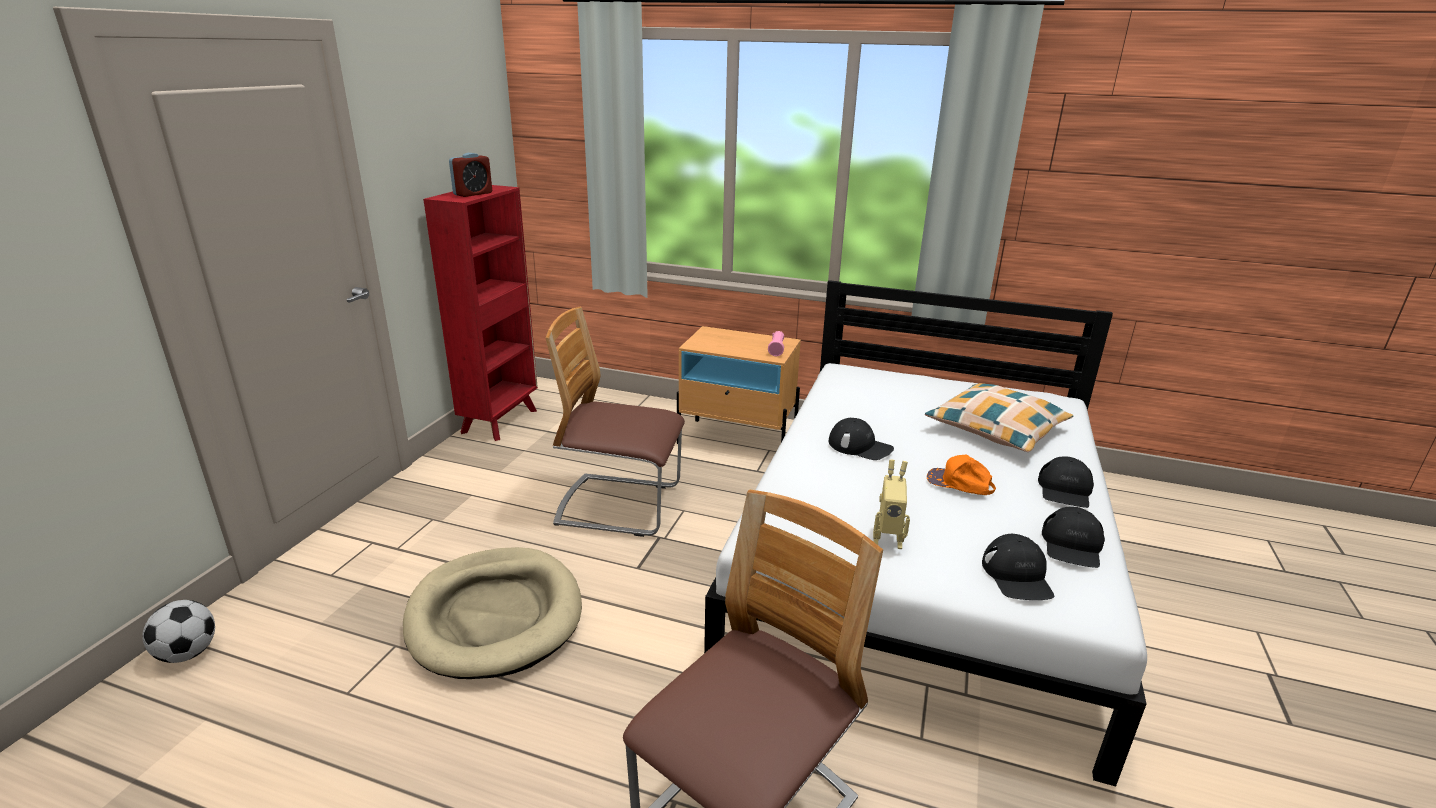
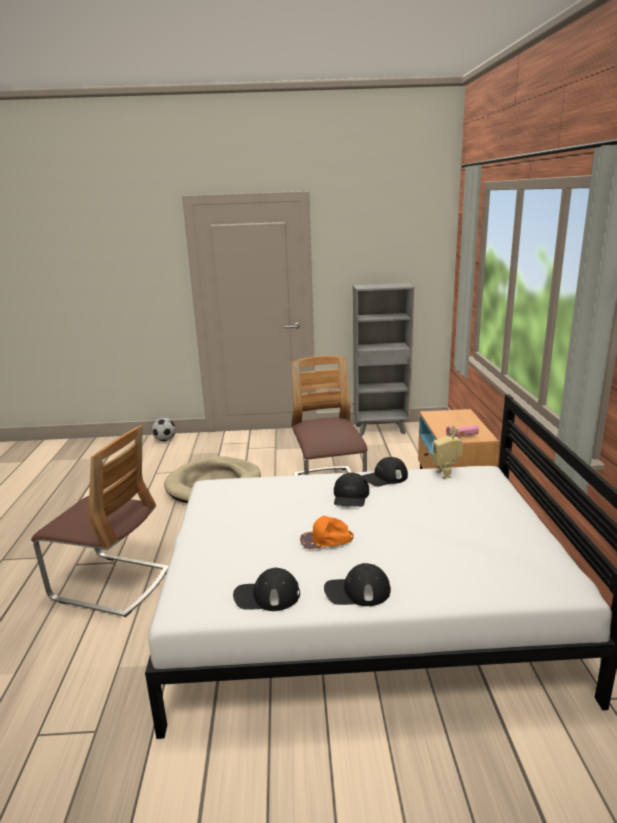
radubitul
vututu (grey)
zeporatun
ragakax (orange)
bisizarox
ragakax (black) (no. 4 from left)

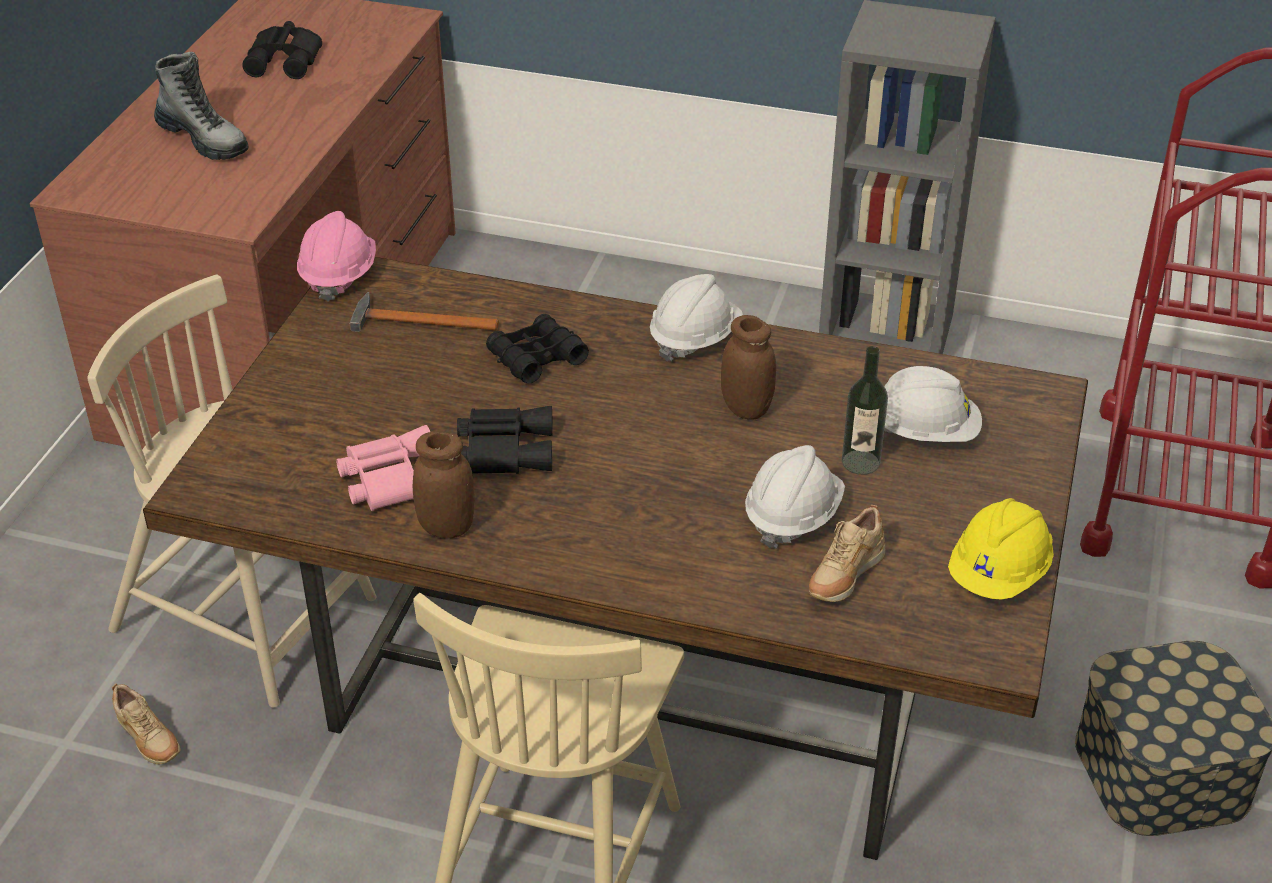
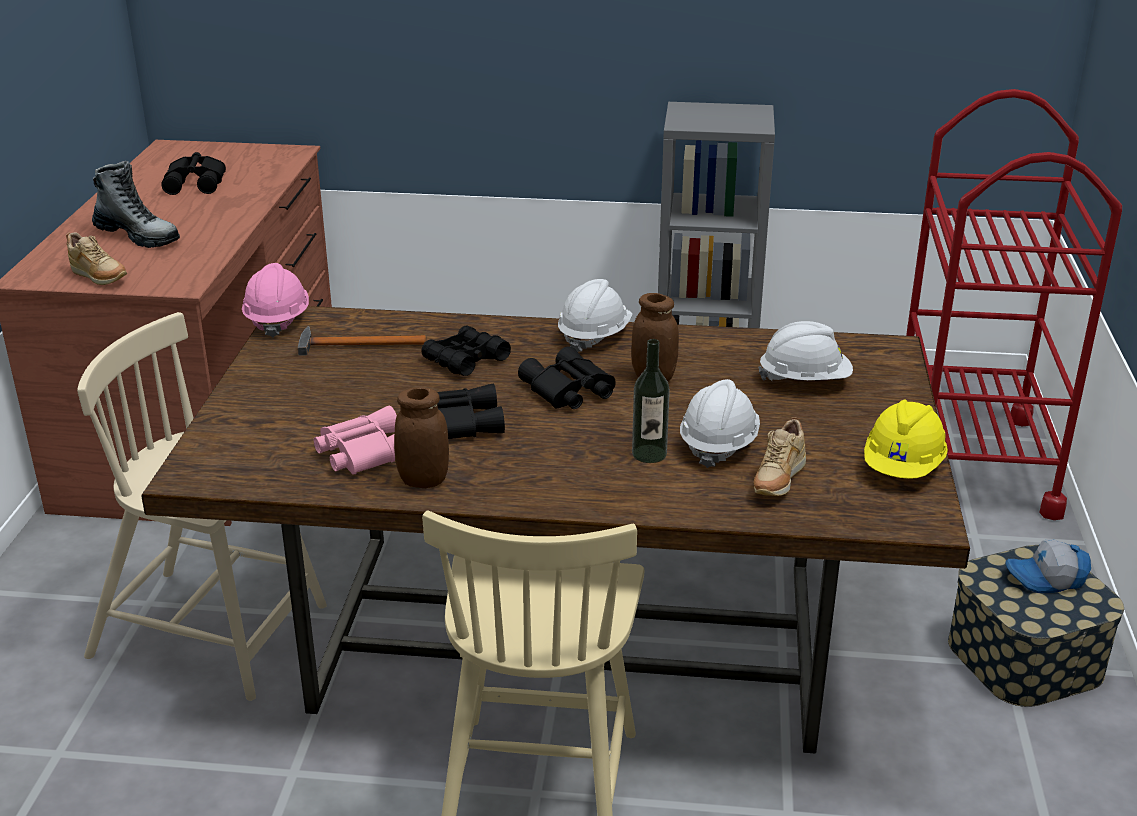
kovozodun
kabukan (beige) (no. 1 from left)
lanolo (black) (no. 4 from left)
ragakax

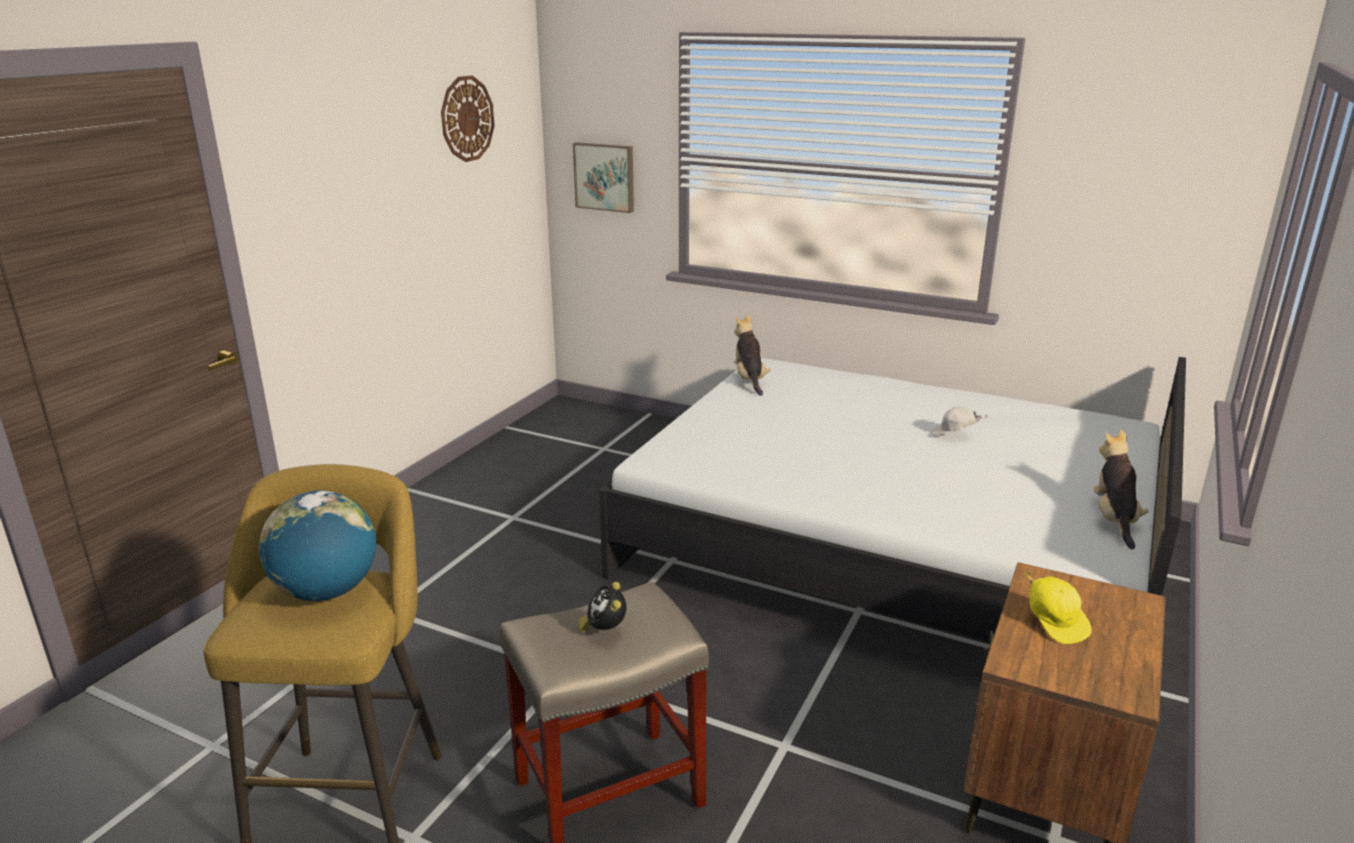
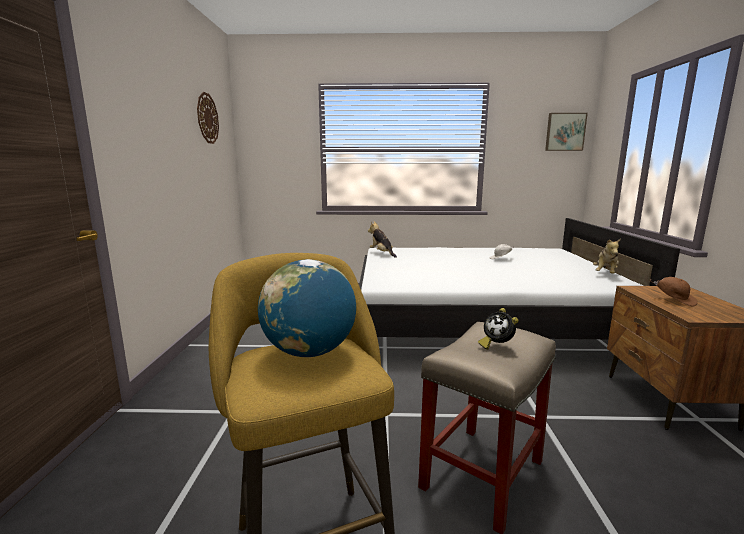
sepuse
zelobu (no. 2 from left)
ragakax (brown)

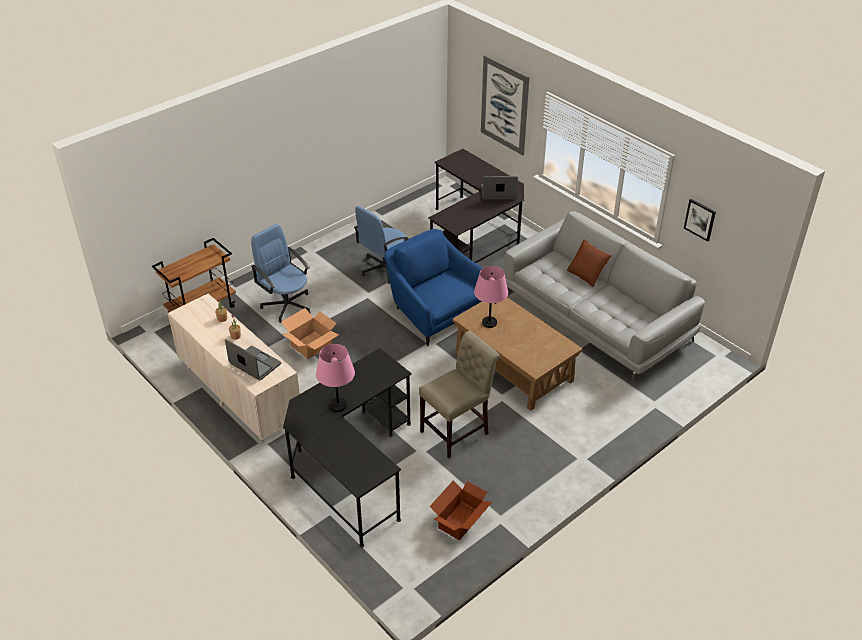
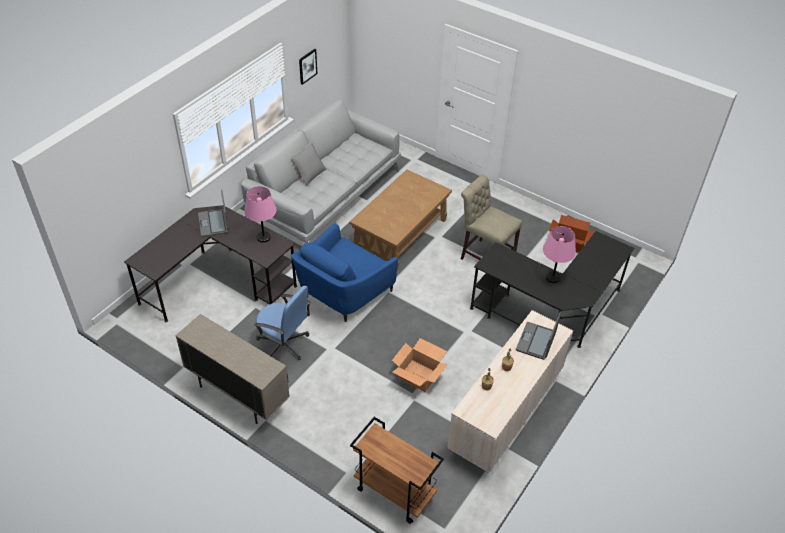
sepuse (no. 1 from left in the first image)
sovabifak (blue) (no. 1 from left in the first image)
zeporatun (grey)
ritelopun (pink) (no. 1 from left)
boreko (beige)

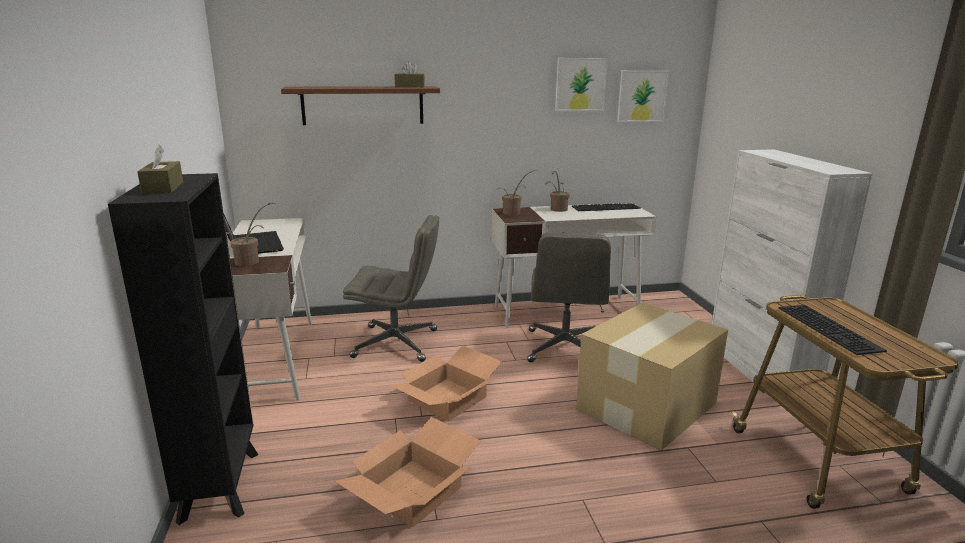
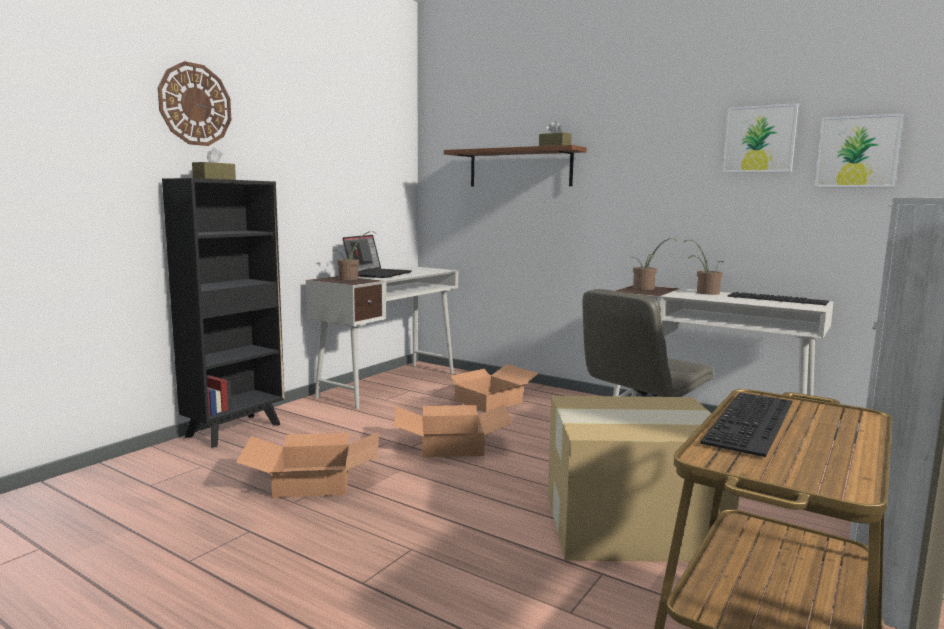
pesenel (no. 3 from left)
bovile

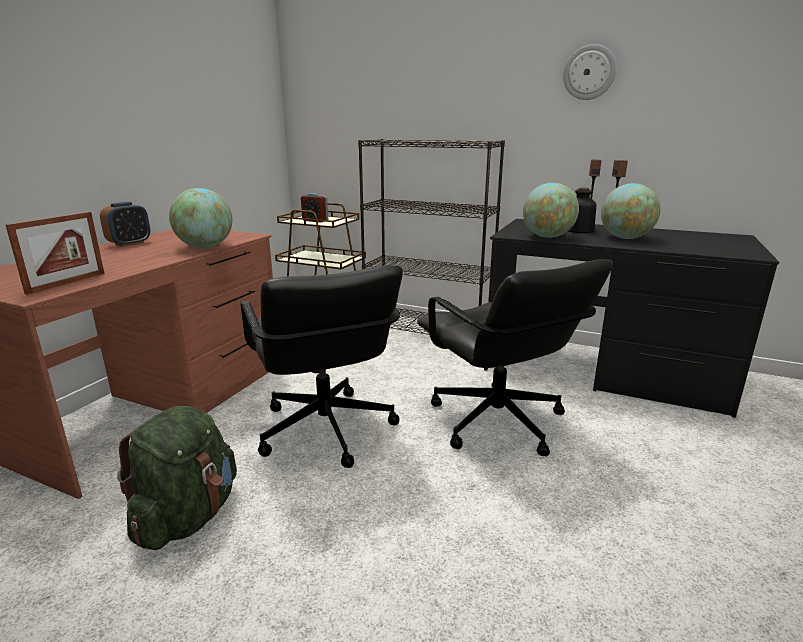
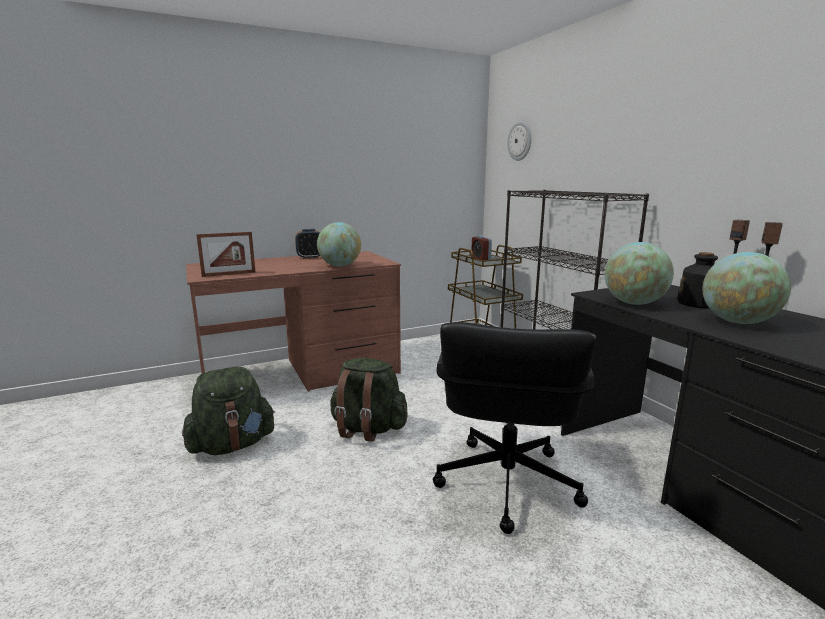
bovile
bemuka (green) (no. 2 from left)

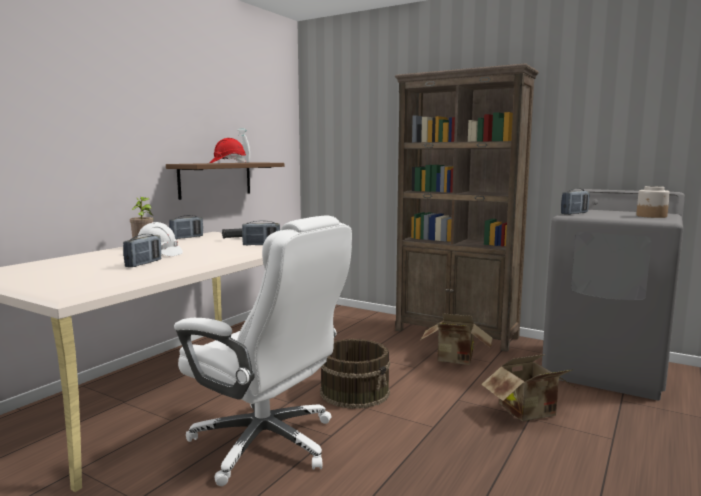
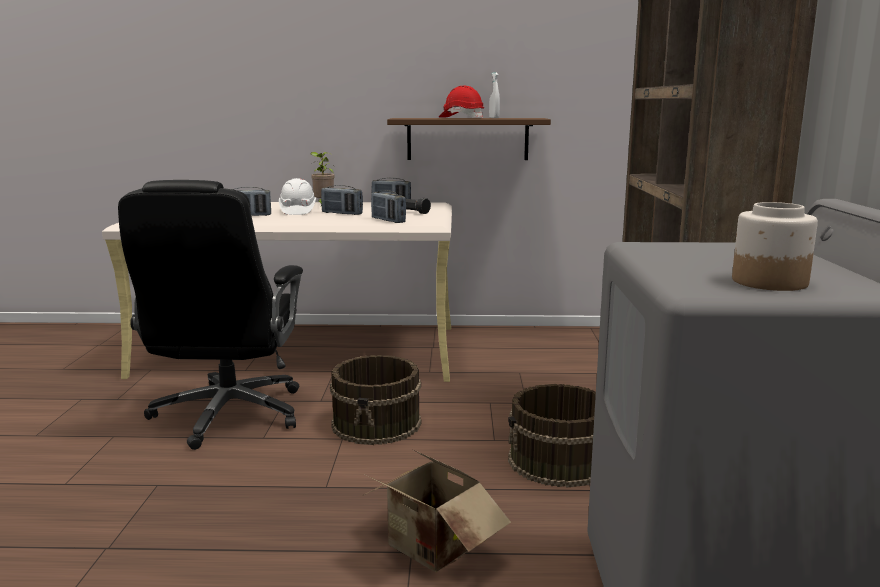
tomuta (no. 2 from left)
sovabifak (black)
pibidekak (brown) (no. 2 from left)

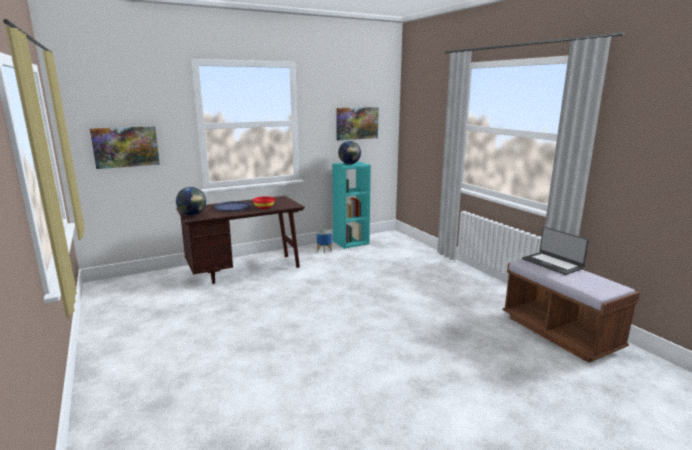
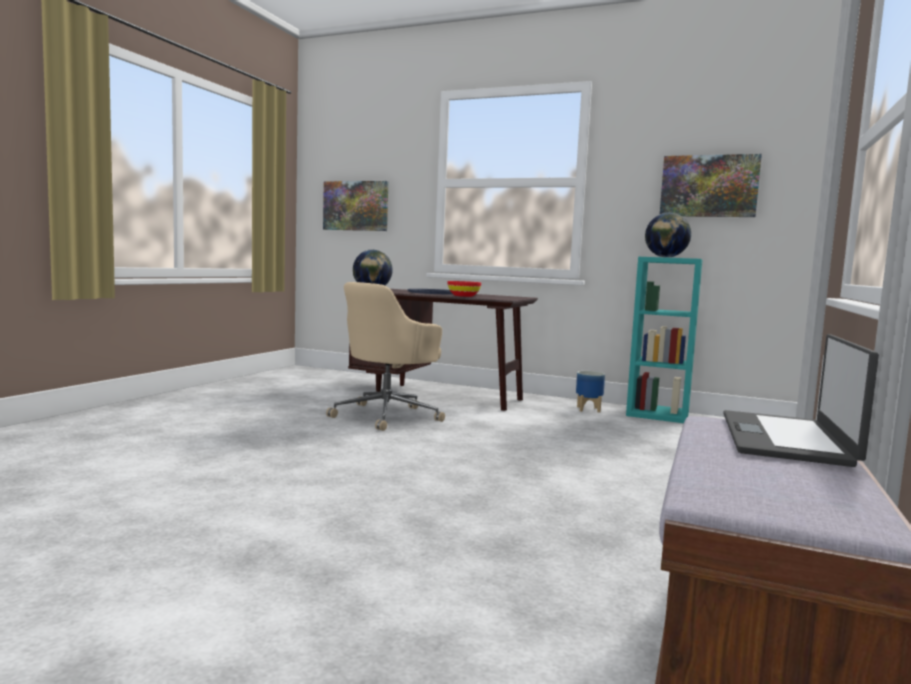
sovabifak (beige)

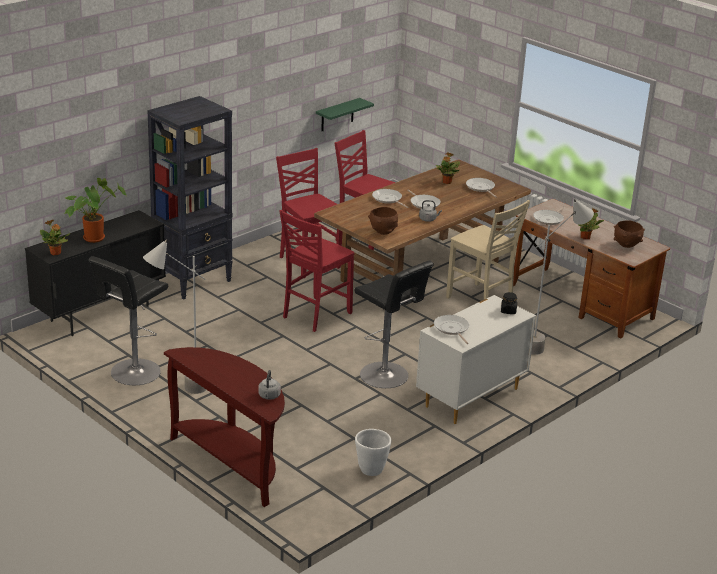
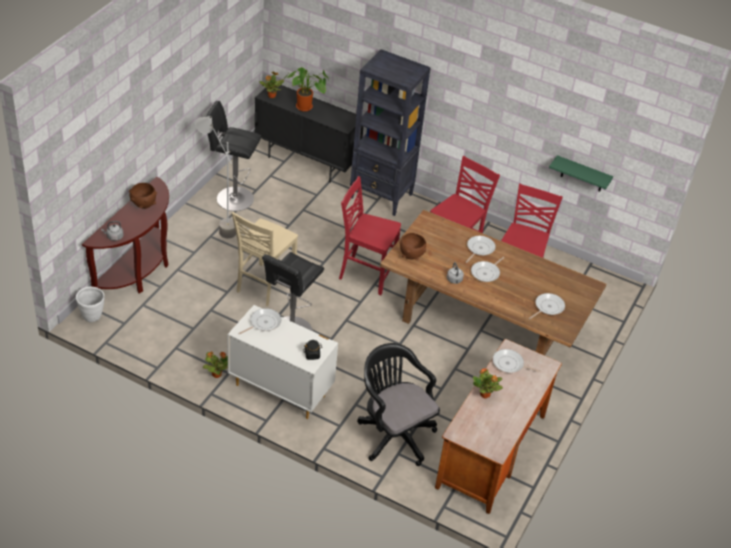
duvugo (no. 1 from left)
sovabifak (black)
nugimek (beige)
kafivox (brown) (no. 1 from left)
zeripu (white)

